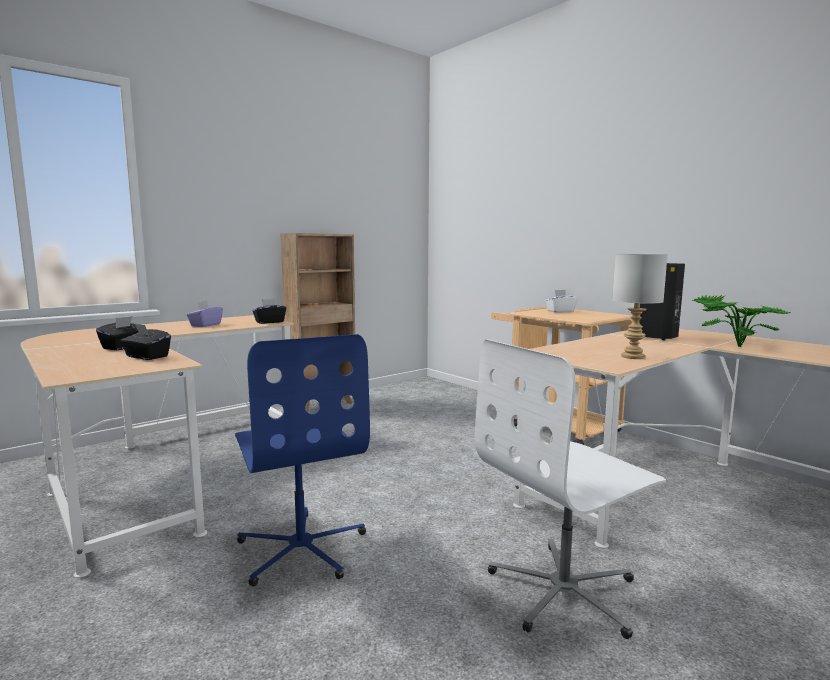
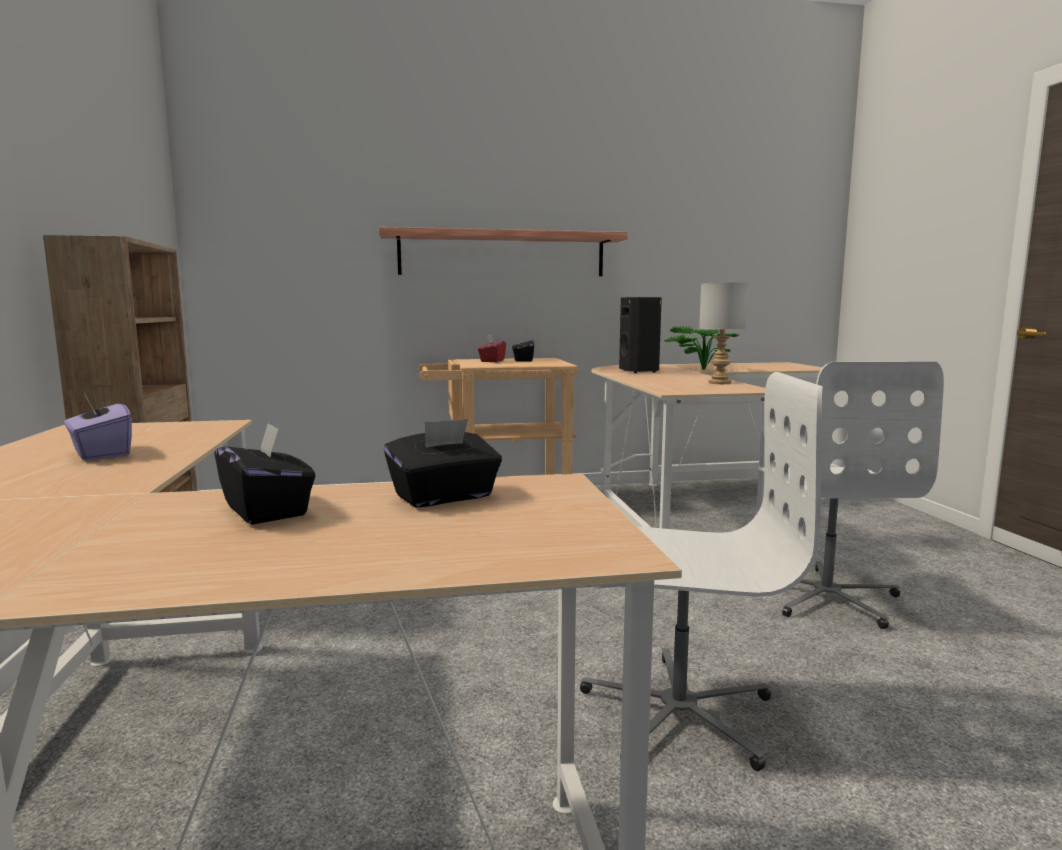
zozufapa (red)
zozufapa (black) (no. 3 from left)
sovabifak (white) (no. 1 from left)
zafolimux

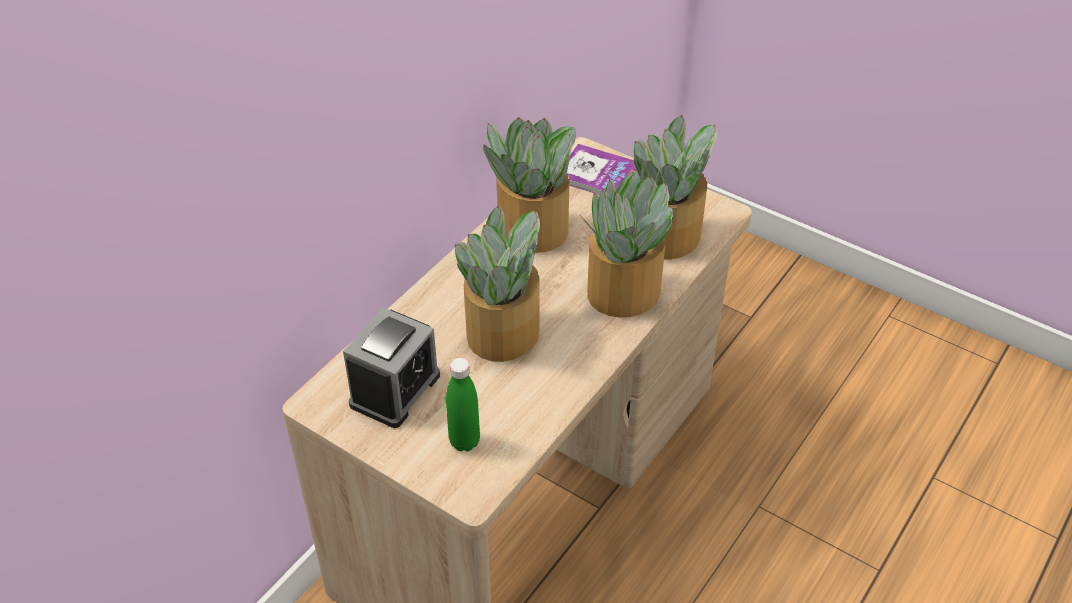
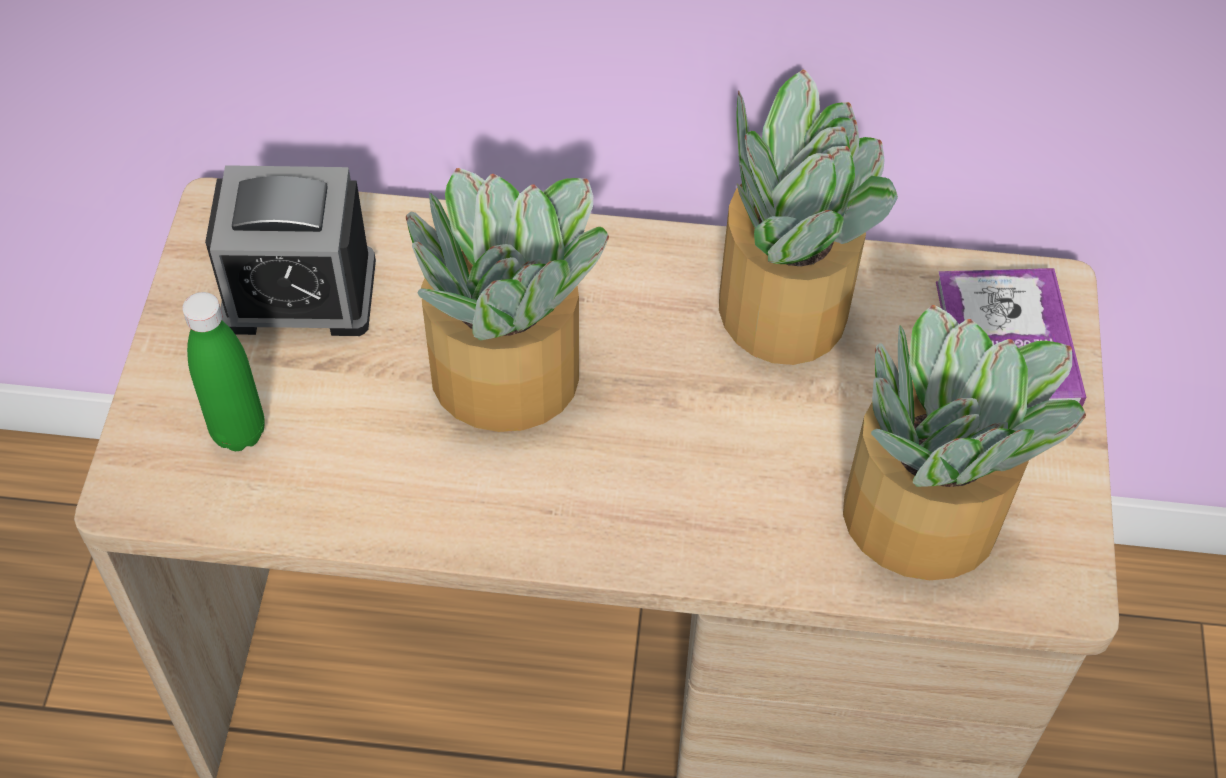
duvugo (no. 3 from left in the first image)

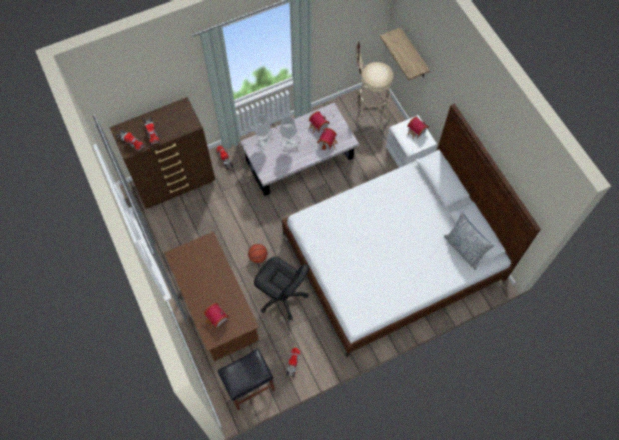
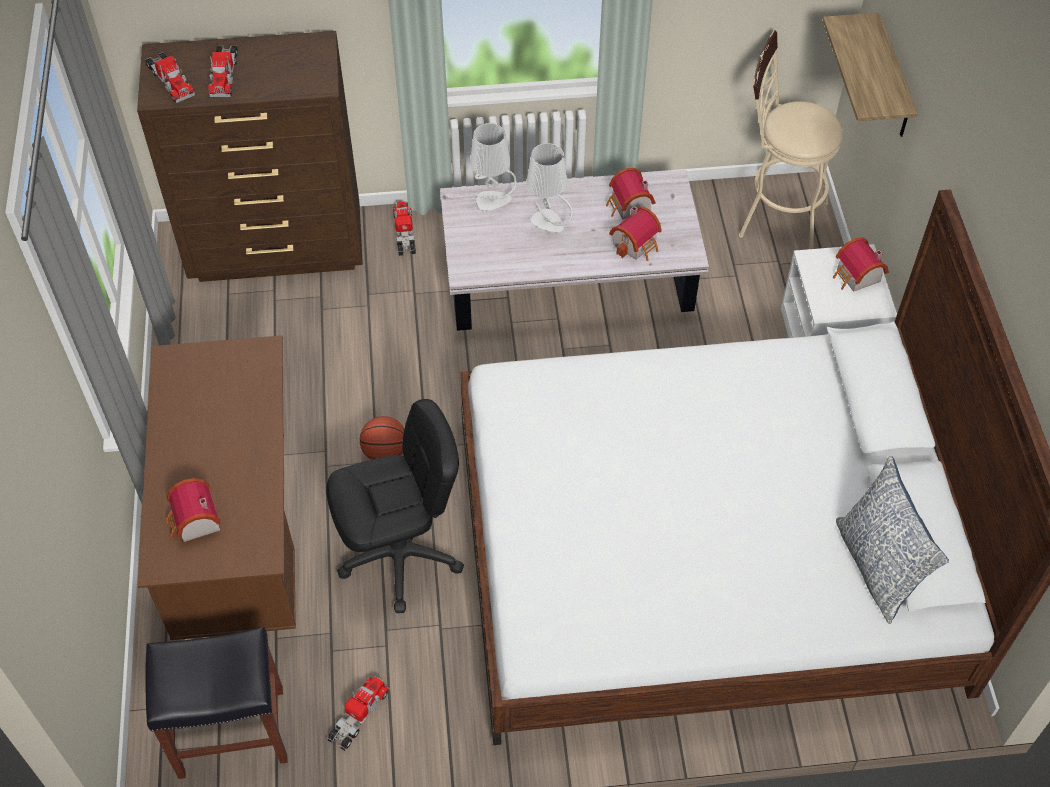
sovabifak (black)

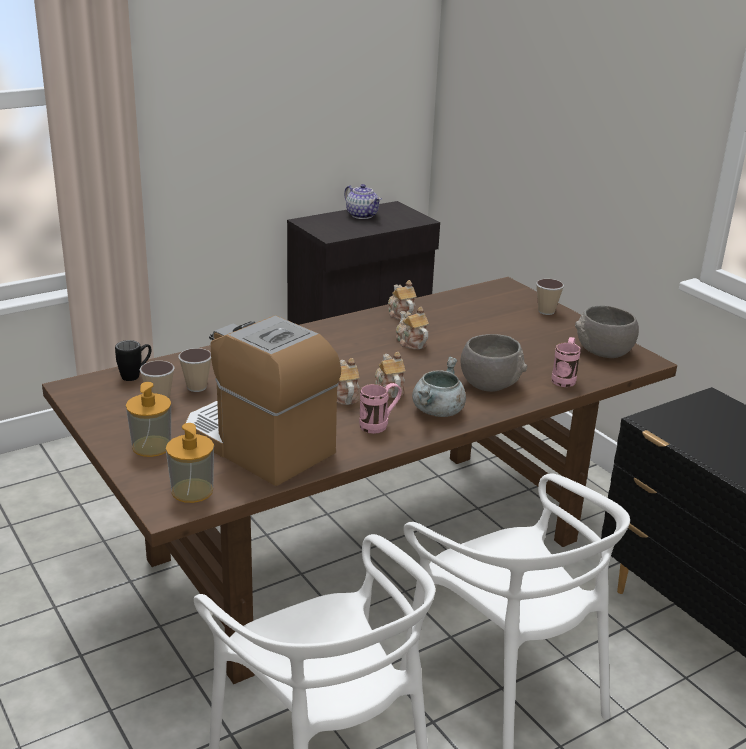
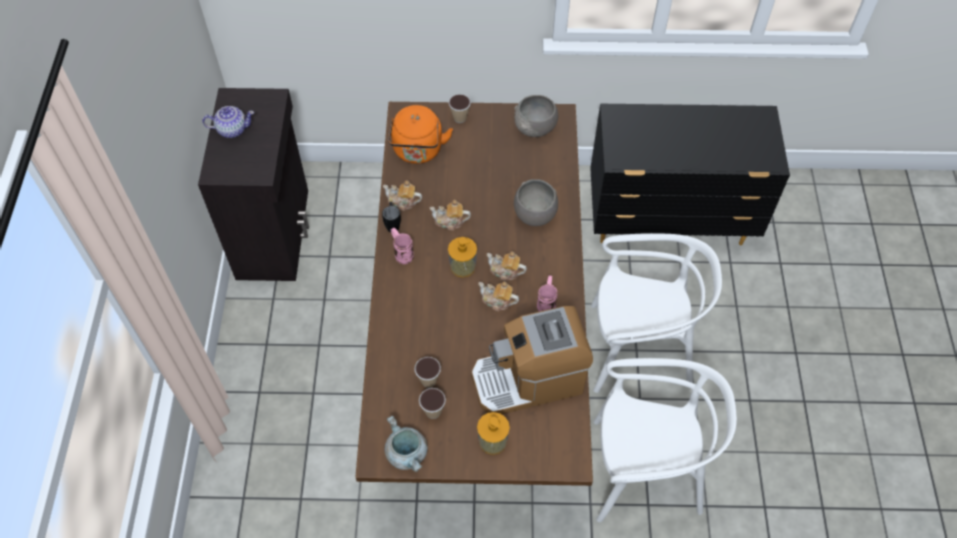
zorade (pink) (no. 1 from left)
zorade (black)
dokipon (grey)
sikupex (no. 1 from left)
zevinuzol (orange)

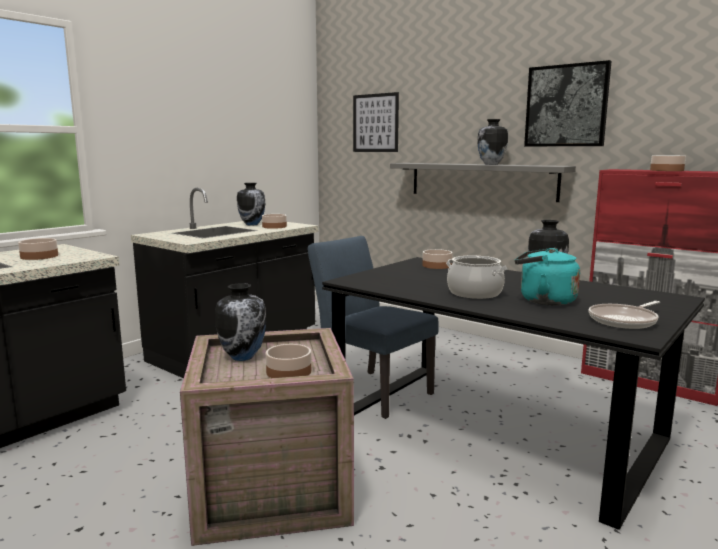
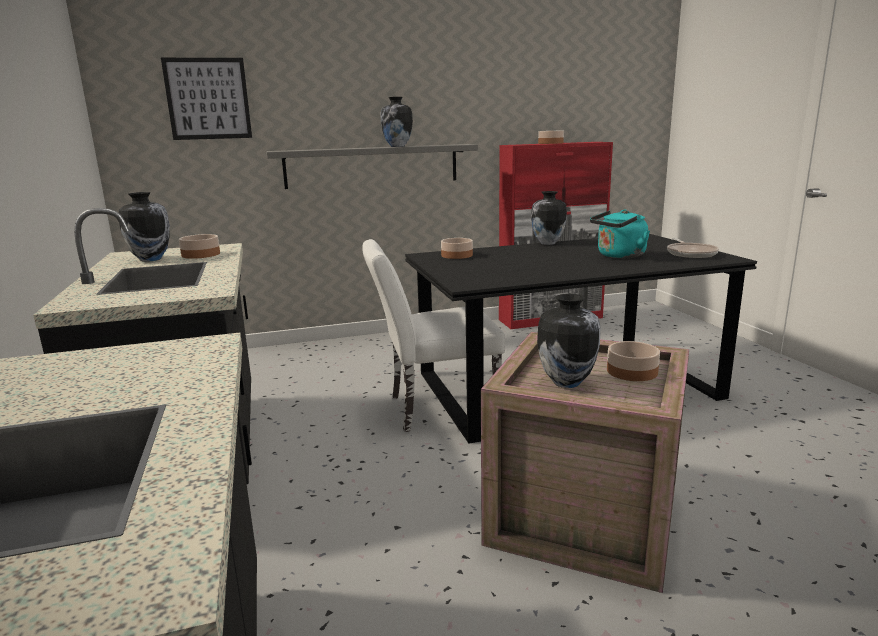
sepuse (no. 2 from left in the first image)
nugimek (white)
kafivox (no. 1 from left in the first image)
dokipon

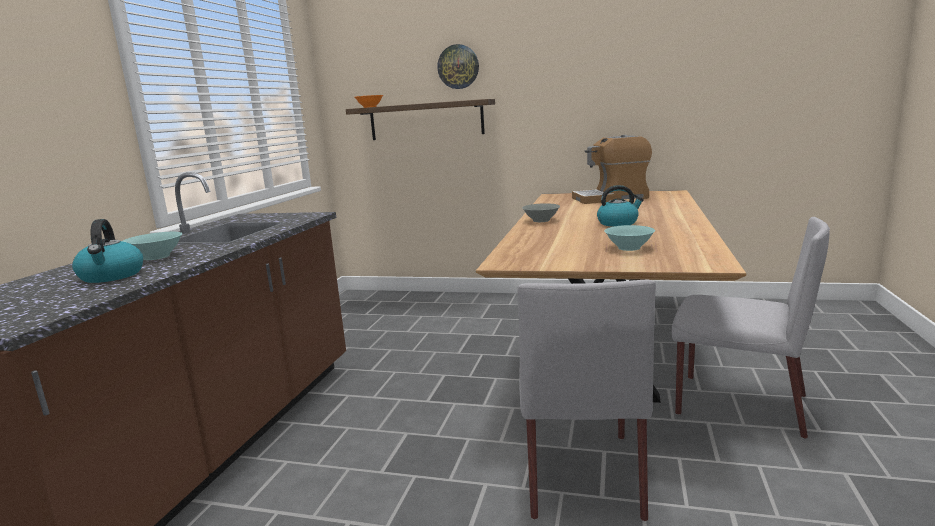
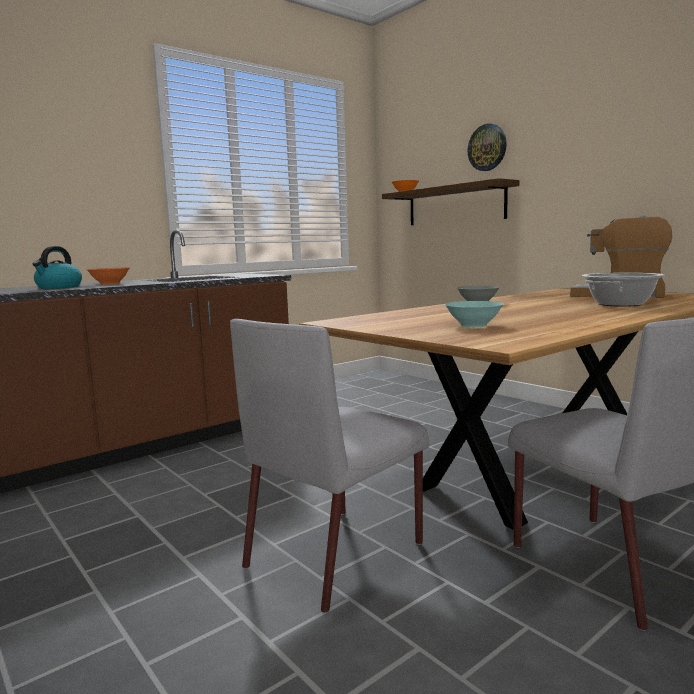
zevinuzol (no. 2 from left in the first image)
kafivox (orange) (no. 1 from left)
dokipon

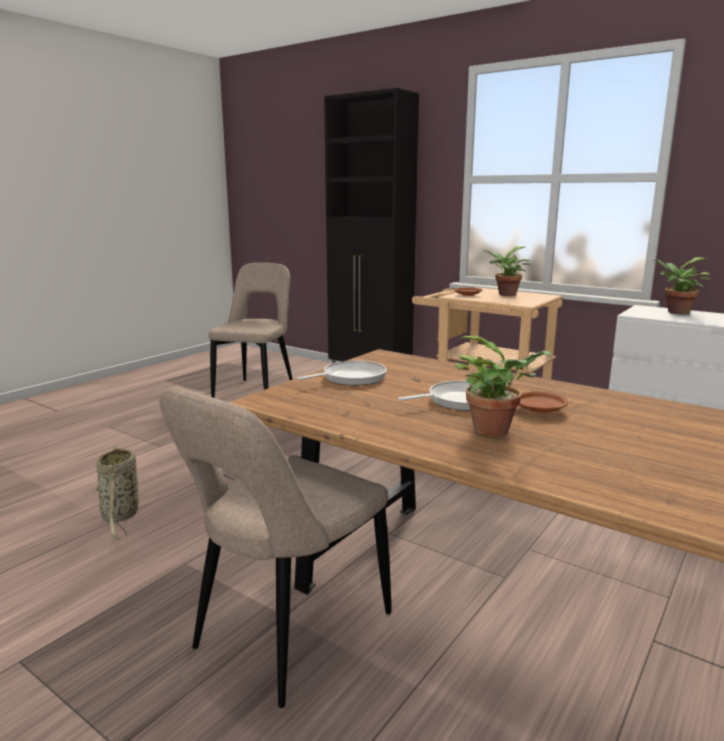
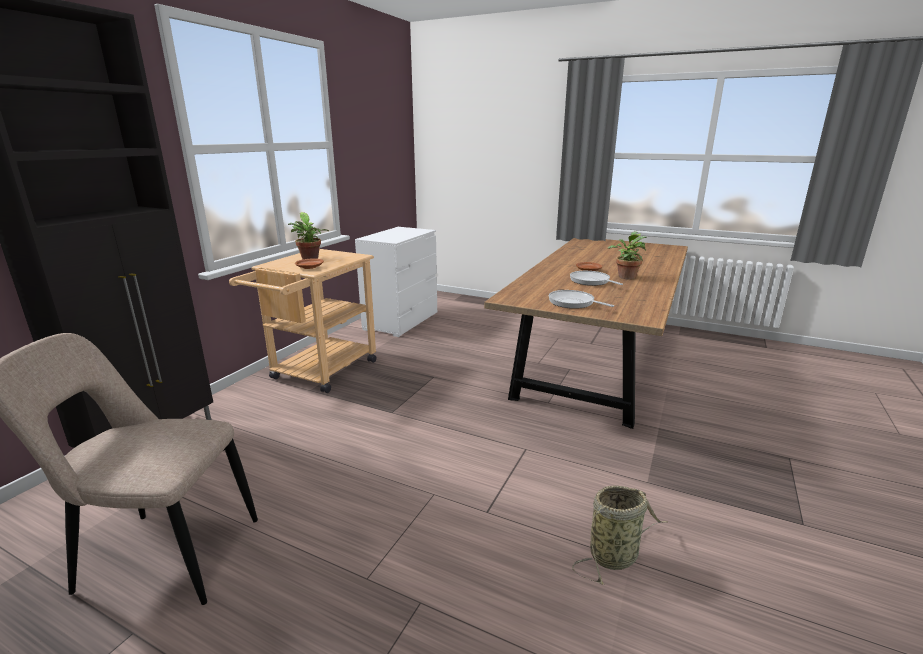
duvugo (no. 3 from left in the first image)
nugimek (beige) (no. 2 from left in the first image)

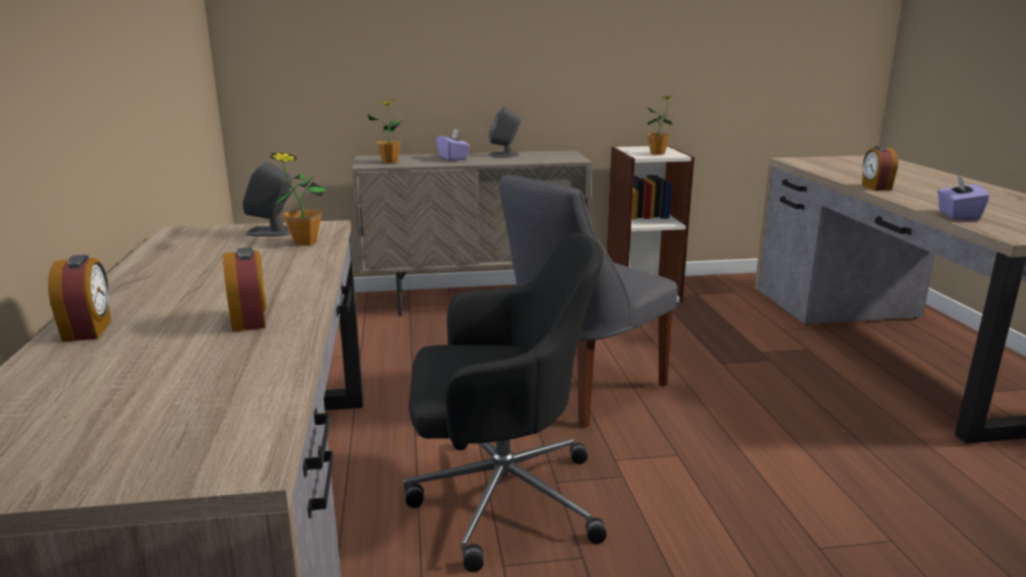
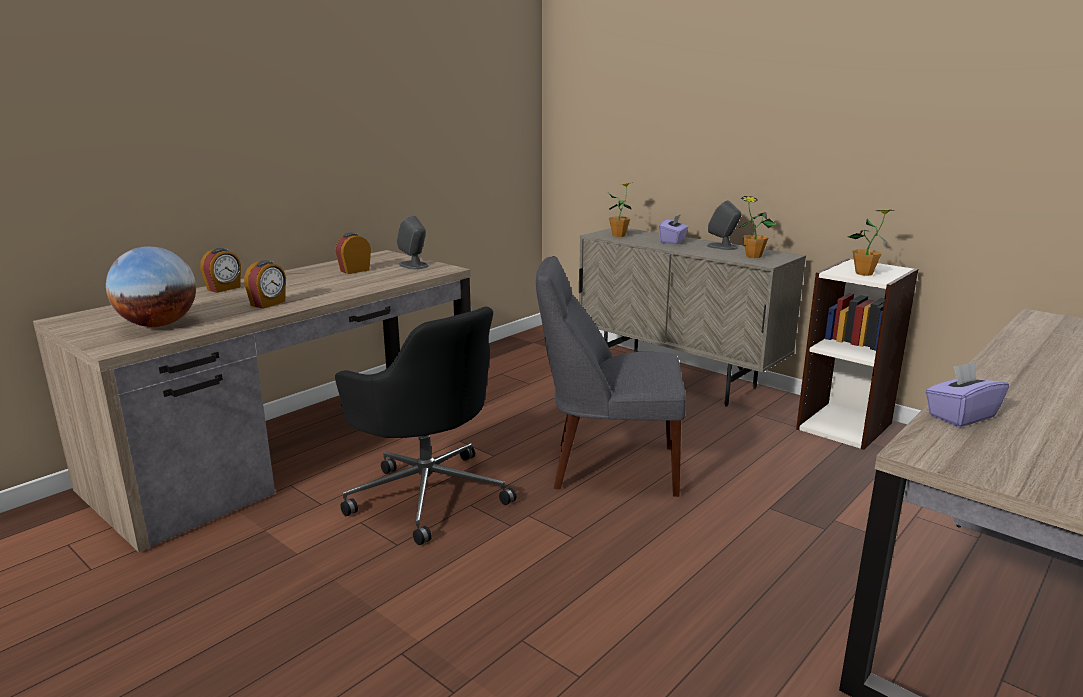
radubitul (no. 3 from left)
duvugo (no. 2 from left)
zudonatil

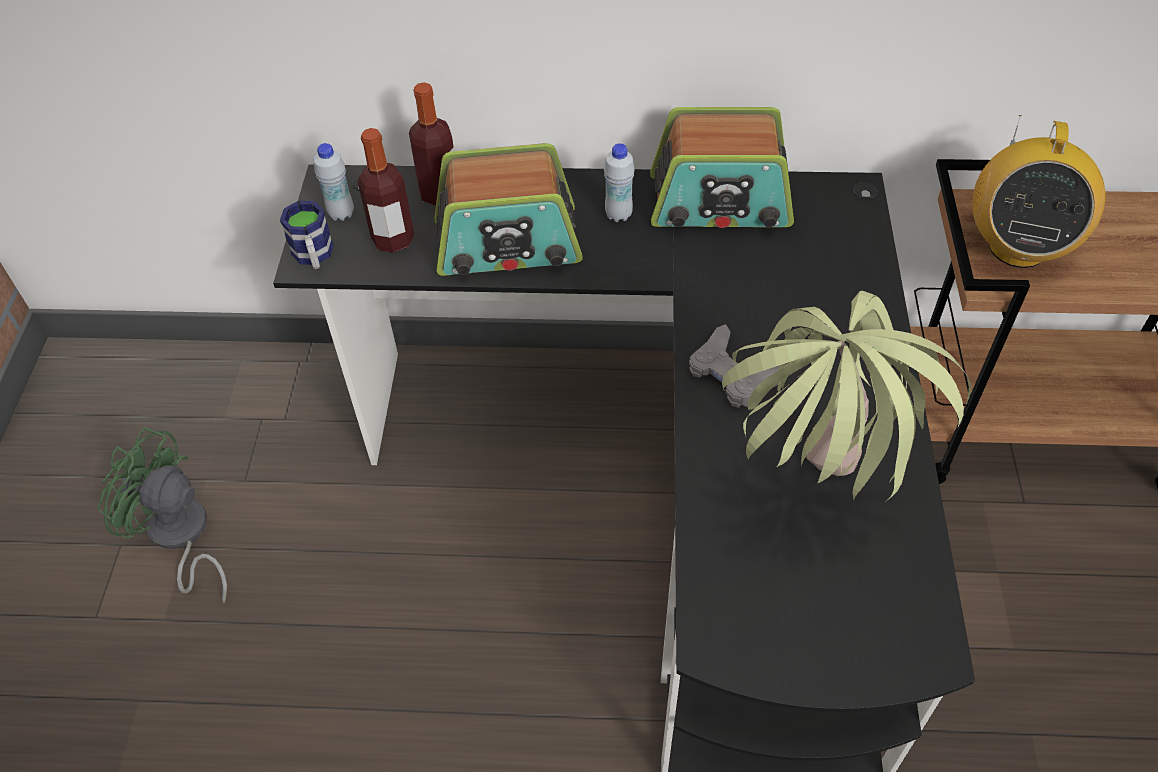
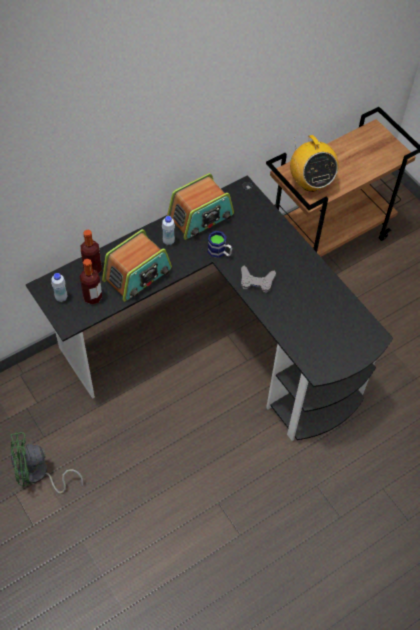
zorade
duvugo

